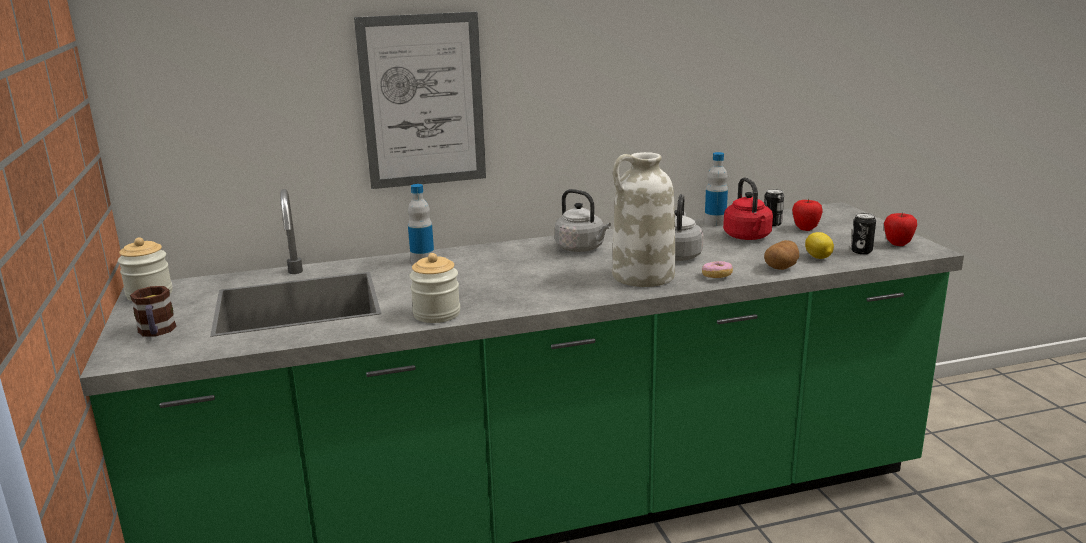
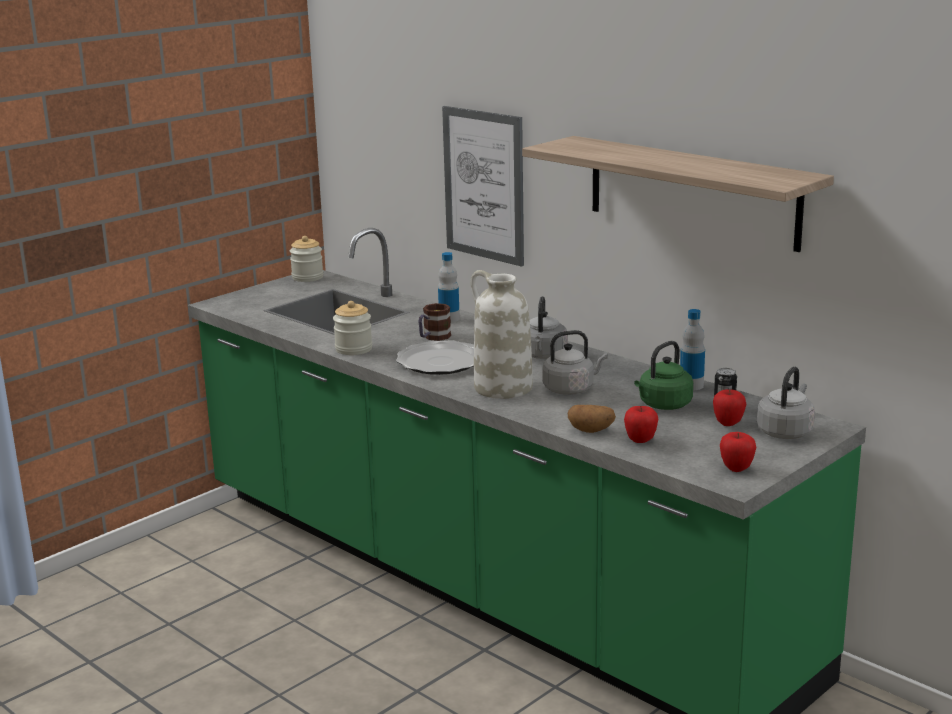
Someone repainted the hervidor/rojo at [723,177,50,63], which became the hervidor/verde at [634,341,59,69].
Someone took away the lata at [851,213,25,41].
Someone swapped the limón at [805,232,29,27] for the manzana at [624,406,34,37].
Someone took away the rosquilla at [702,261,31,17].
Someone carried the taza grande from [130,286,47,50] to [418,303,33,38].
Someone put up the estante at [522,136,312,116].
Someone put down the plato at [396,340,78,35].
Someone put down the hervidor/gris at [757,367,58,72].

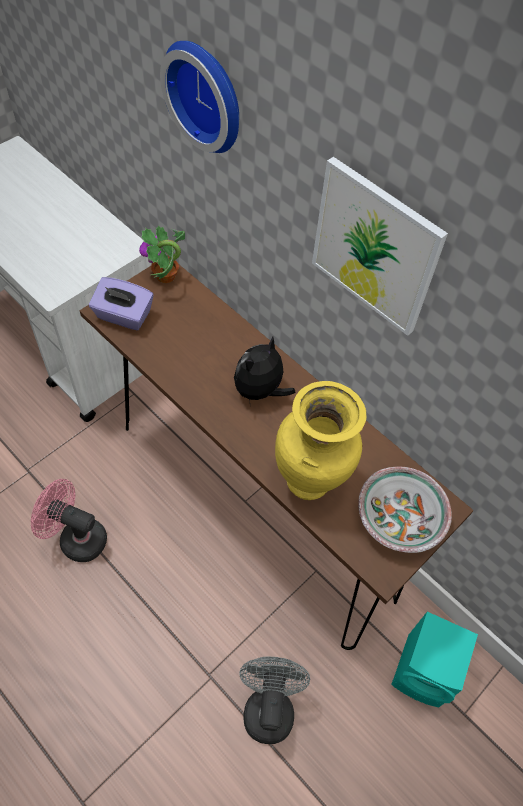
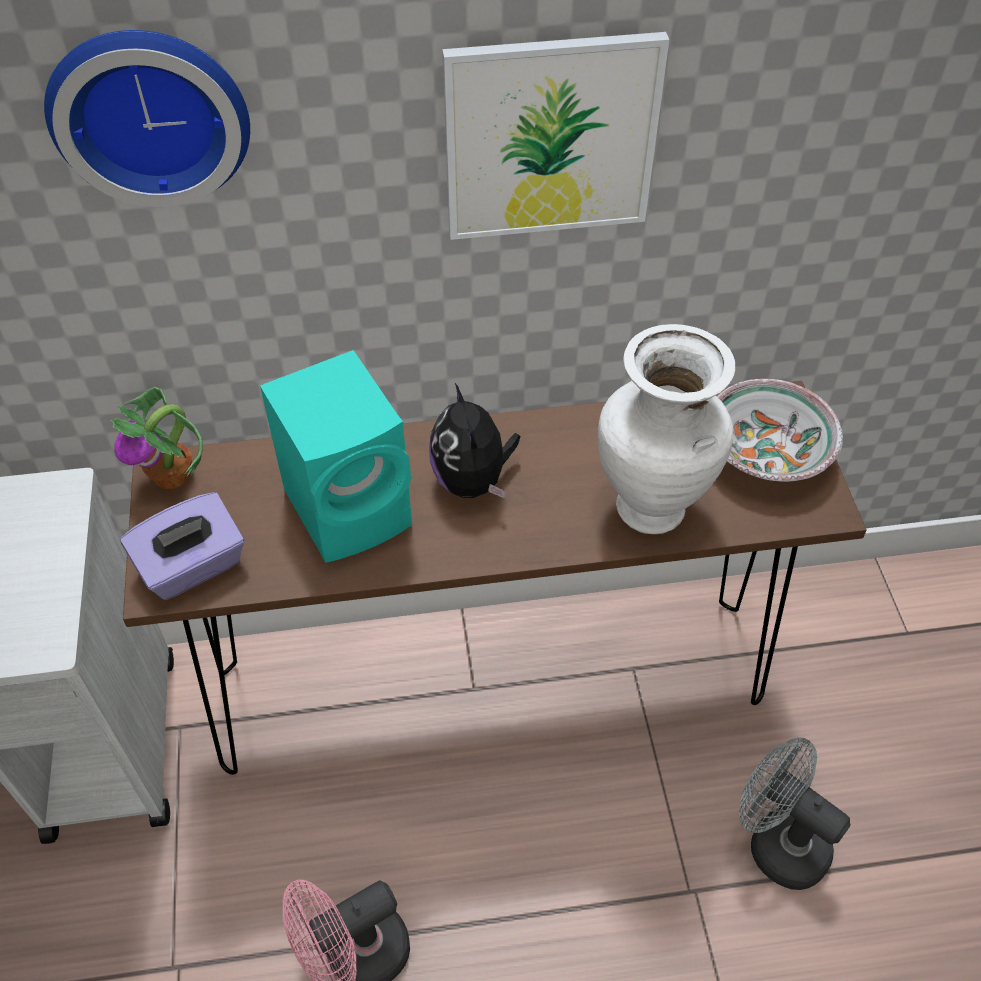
Someone repainted the florero/amarillo at [275,381,91,119], which became the florero/blanco at [598,324,137,210].
Someone carried the altavoz/turquesa from [391,612,87,95] to [260,350,152,213].

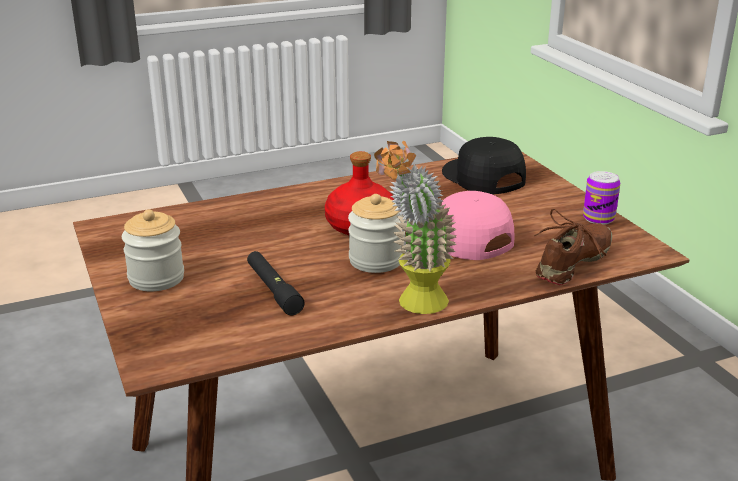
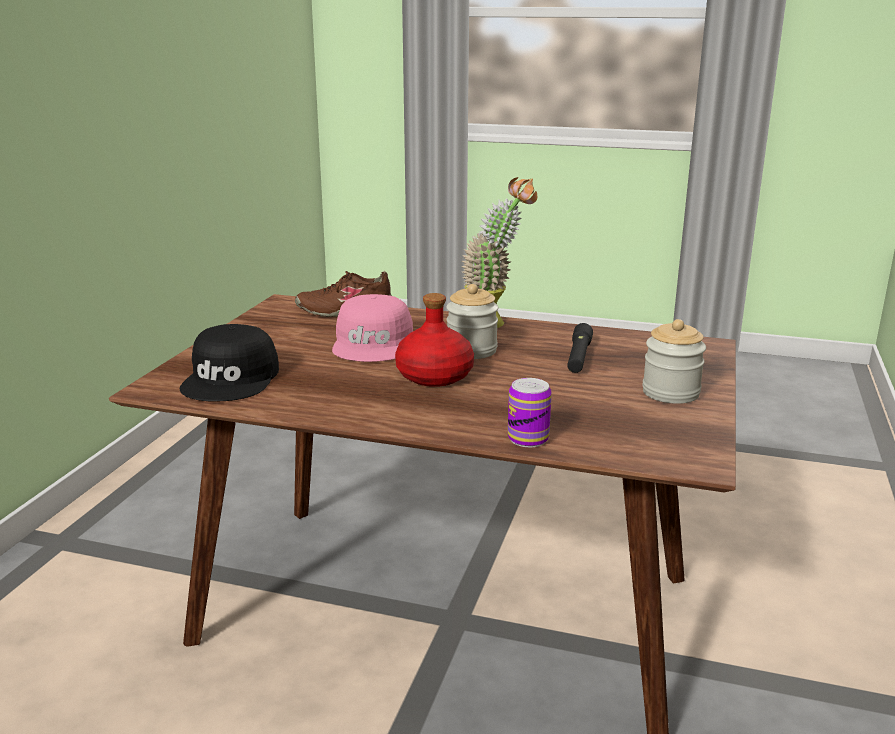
Someone carried the lata from [583,171,37,53] to [508,378,44,69].

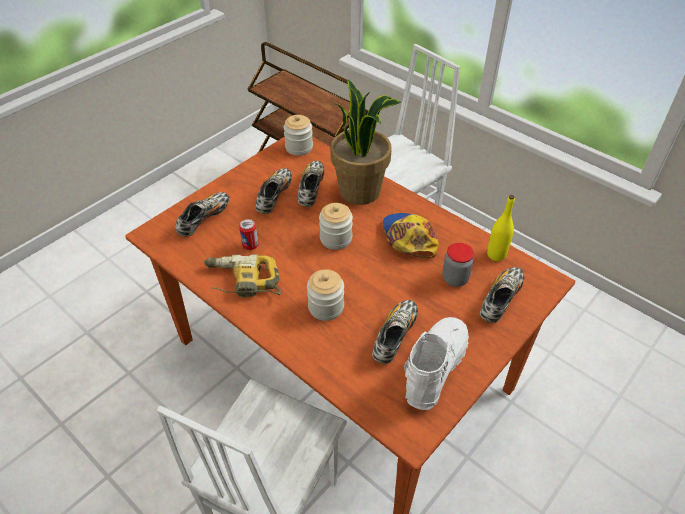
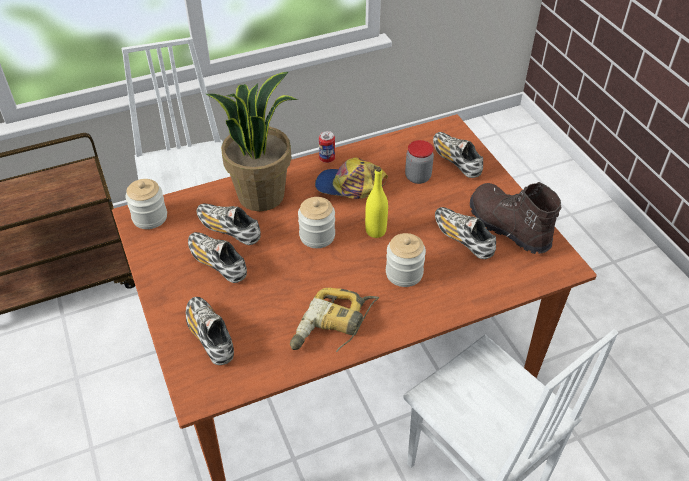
Someone carried the botella/amarillo from [487,195,28,66] to [365,167,23,71].
Someone carried the lata from [239,219,19,31] to [319,131,16,32].
Someone repainted the bota/blanco at [404,317,65,93], which became the bota/marrón at [470,182,92,72].

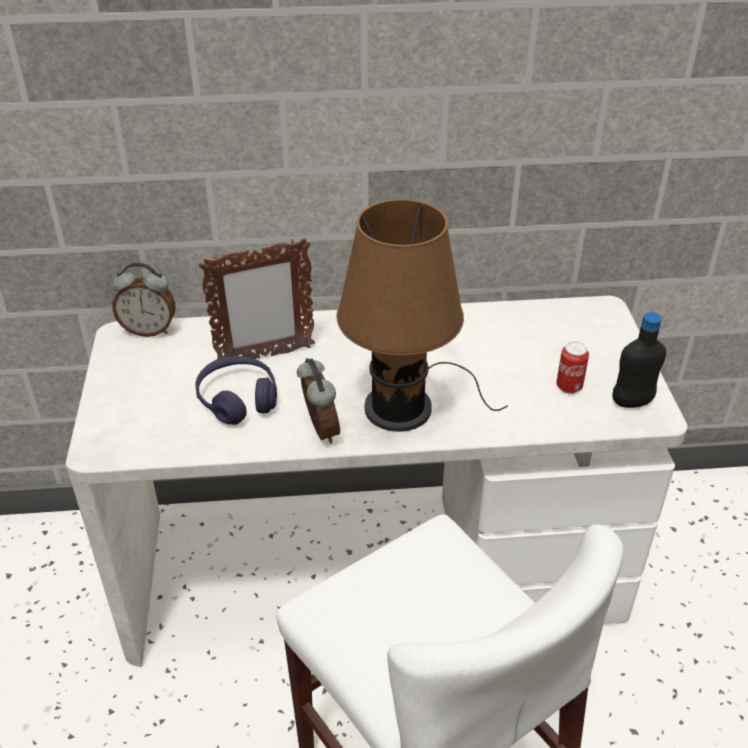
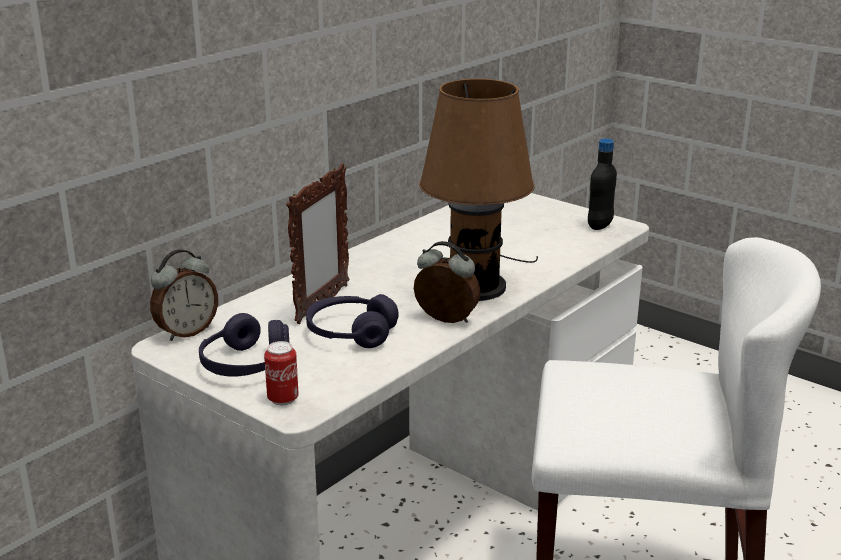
Someone carried the lata from [556,341,33,53] to [264,341,35,64].
Someone put down the auriculares/morado at [199,313,90,63].

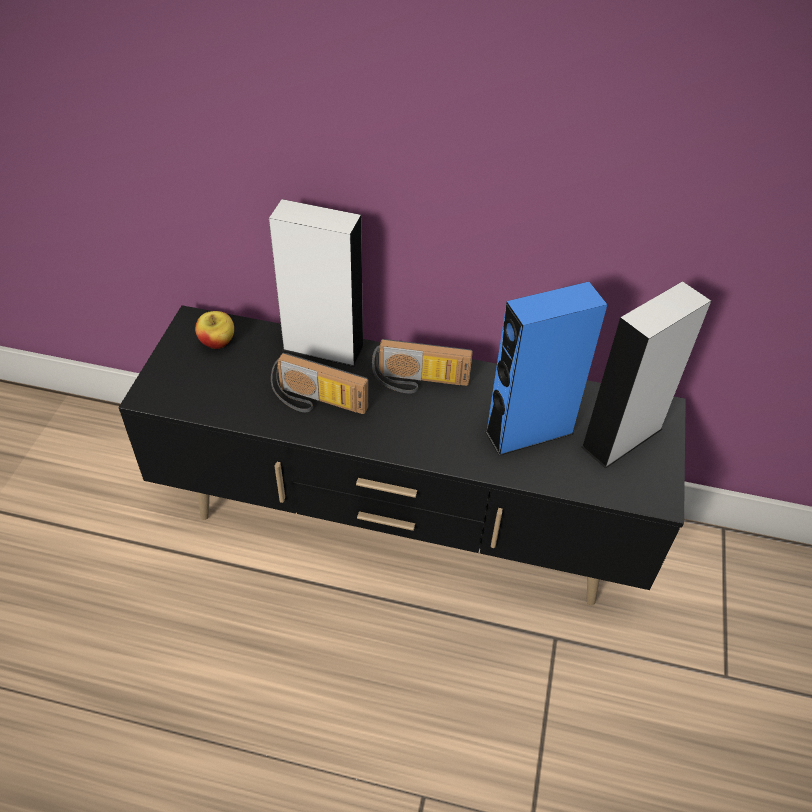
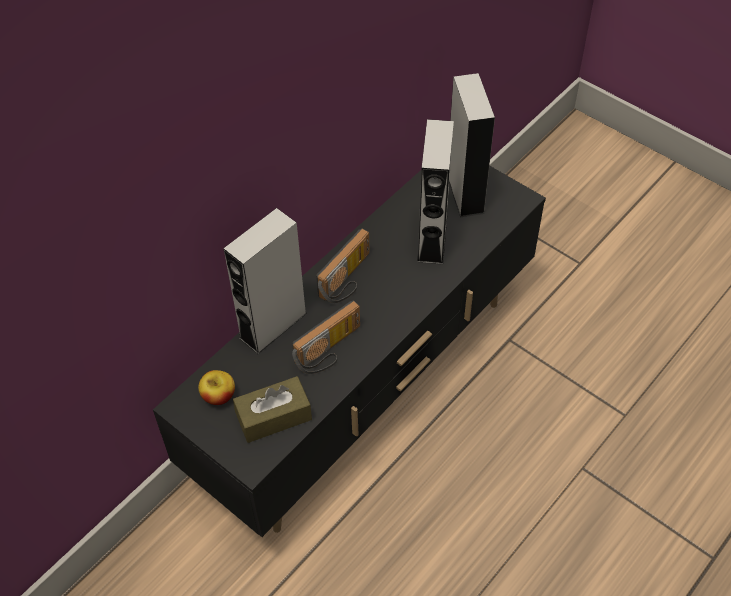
Someone repainted the altavoz/azul at [485,282,123,174], which became the altavoz/gris at [417,119,37,146].
Someone put down the caja de pañuelos/marrón at [233,376,79,67].

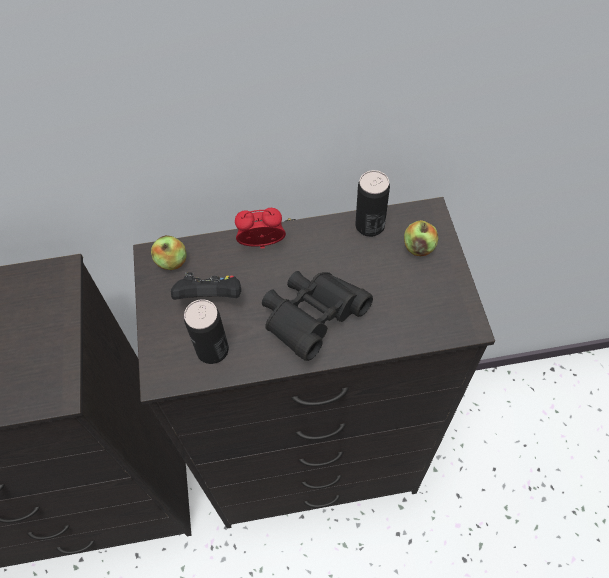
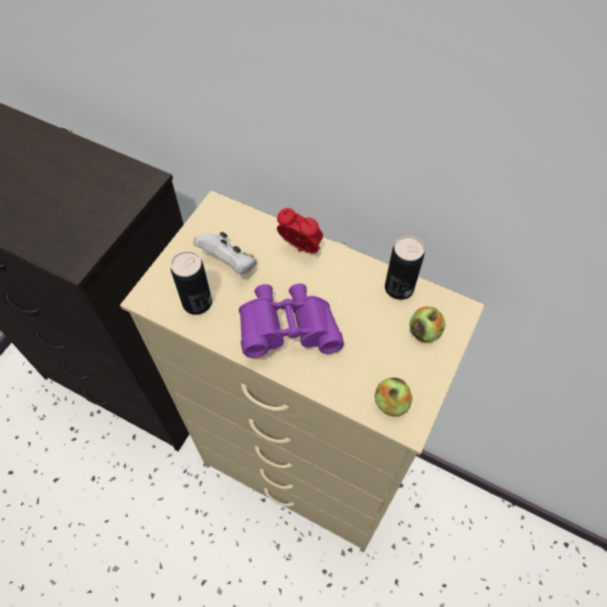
Someone repainted the cómoda/negro at [133,197,362,332], which became the cómoda/beis at [120,191,365,362].
Someone carried the manzana from [151,235,36,35] to [375,378,37,39].
Someone repainted the prismáticos/negro at [262,271,111,90], which became the prismáticos/morado at [239,284,105,74].
Someone repainted the mando de consola/negro at [171,272,70,28], which became the mando de consola/blanco at [194,232,63,42].

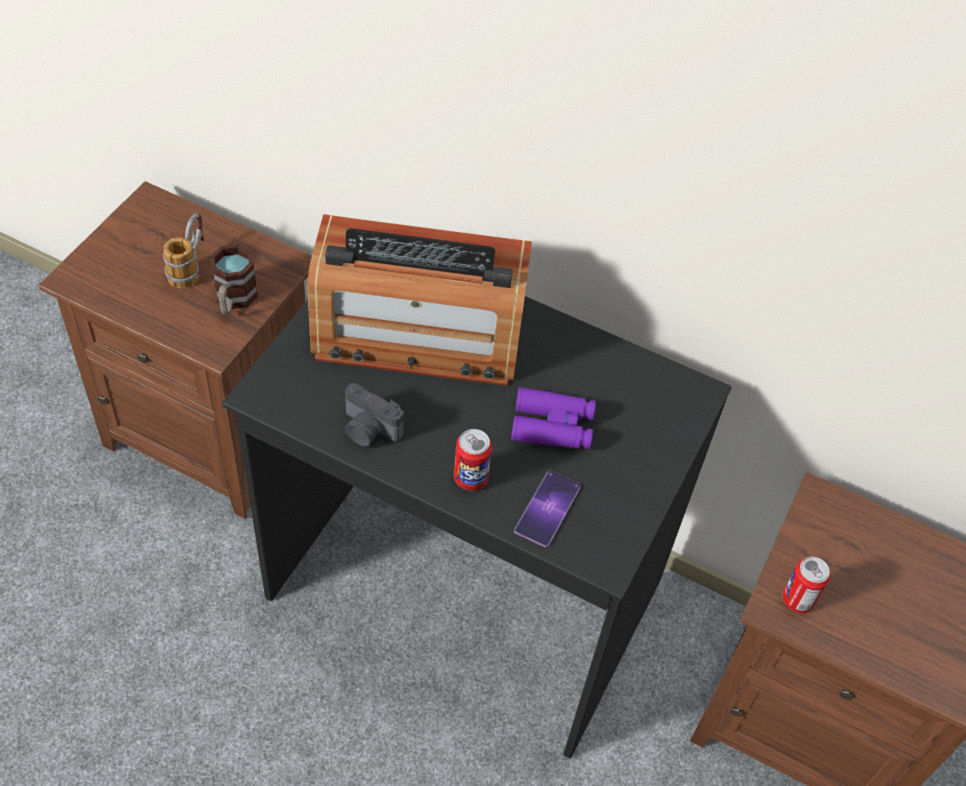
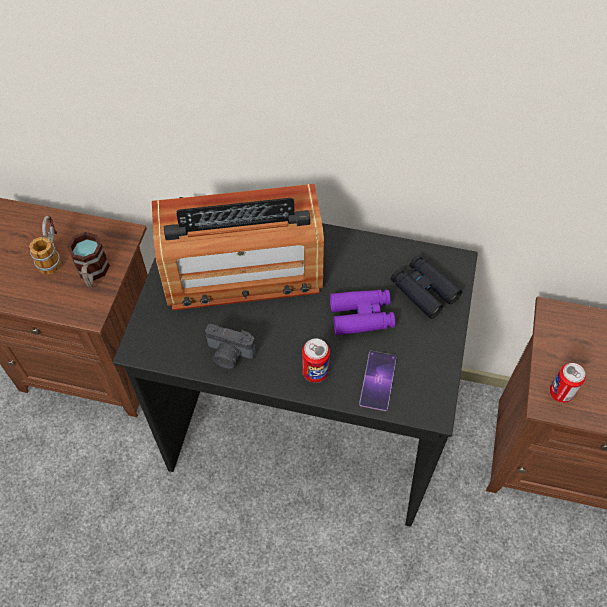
Someone put down the prismáticos/negro at [391,255,71,64].

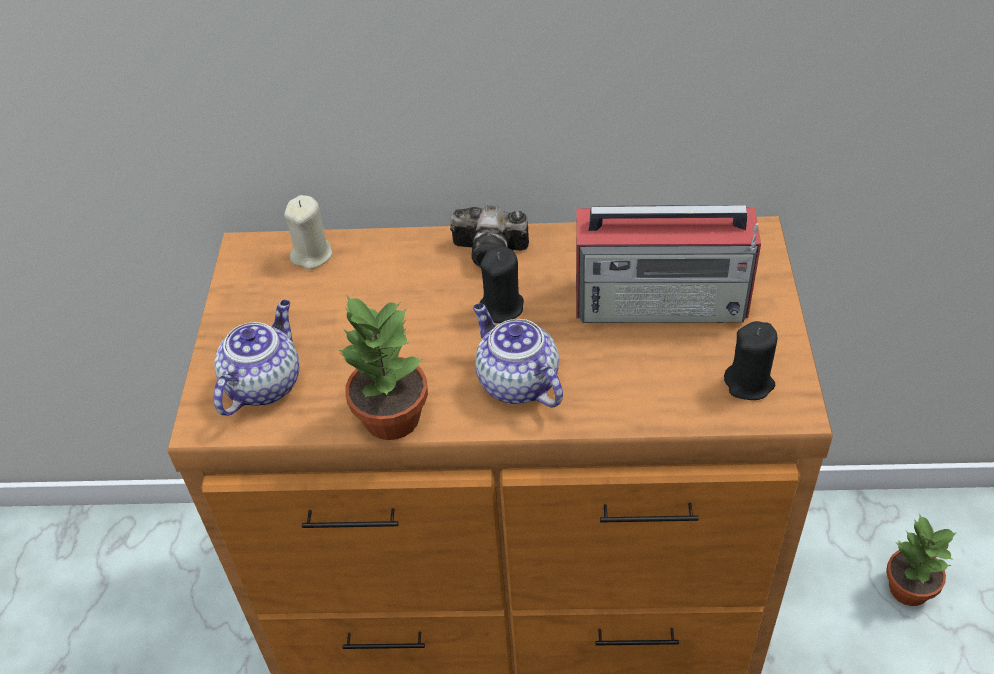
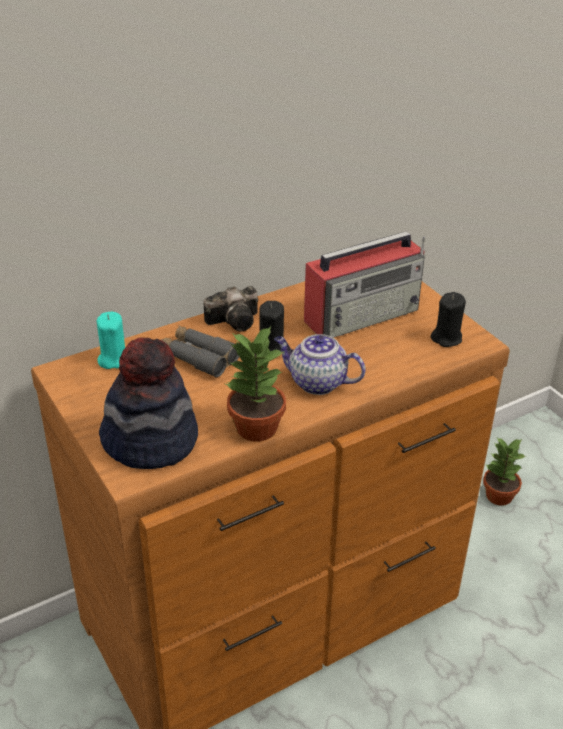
Someone repainted the vela/beis at [284,195,48,74], which became the vela/turquesa at [96,312,29,57].
Someone swapped the tetera at [214,300,85,116] for the sombrero at [99,338,99,131].
Someone put down the prismáticos/gris at [161,325,78,53].

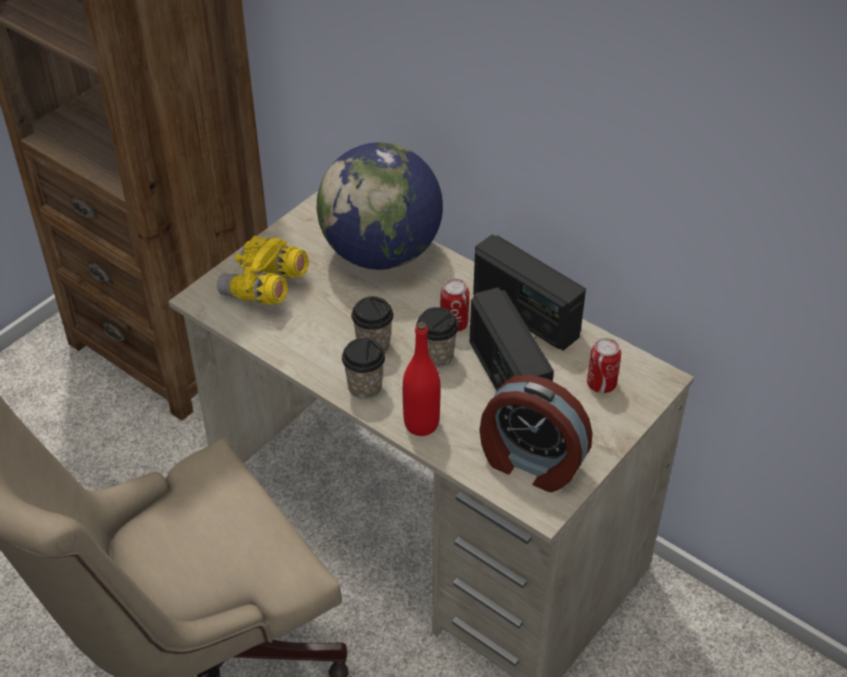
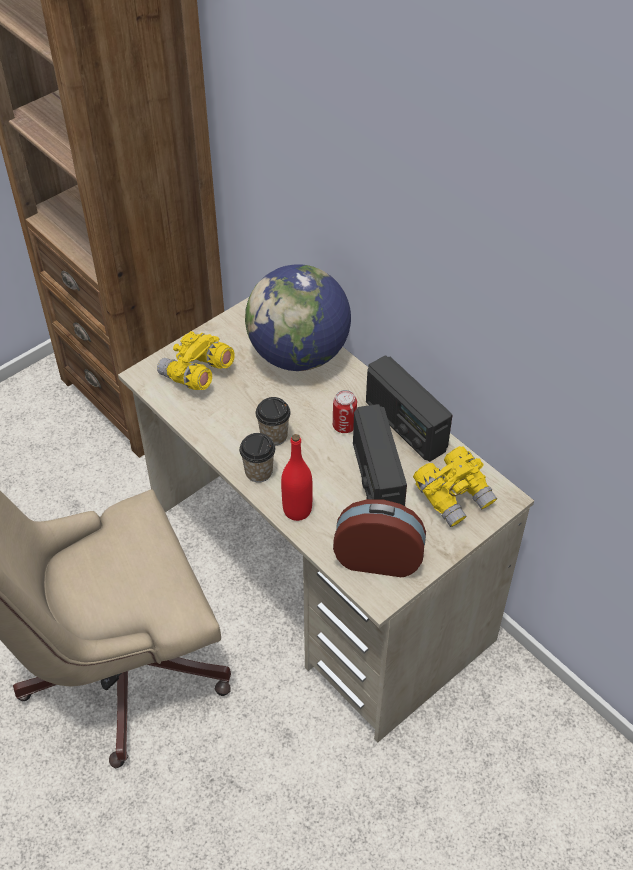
Someone took away the taza at [416,307,43,61].
Someone swapped the lata at [587,338,34,55] for the prismáticos/amarillo at [413,446,84,81].
Someone rotated the despertador at [479,374,114,118] by 150 degrees clockwise.

